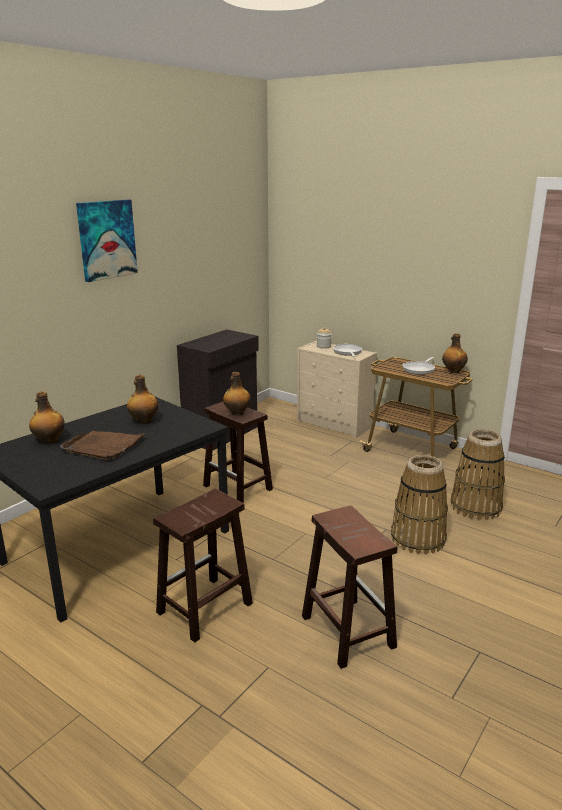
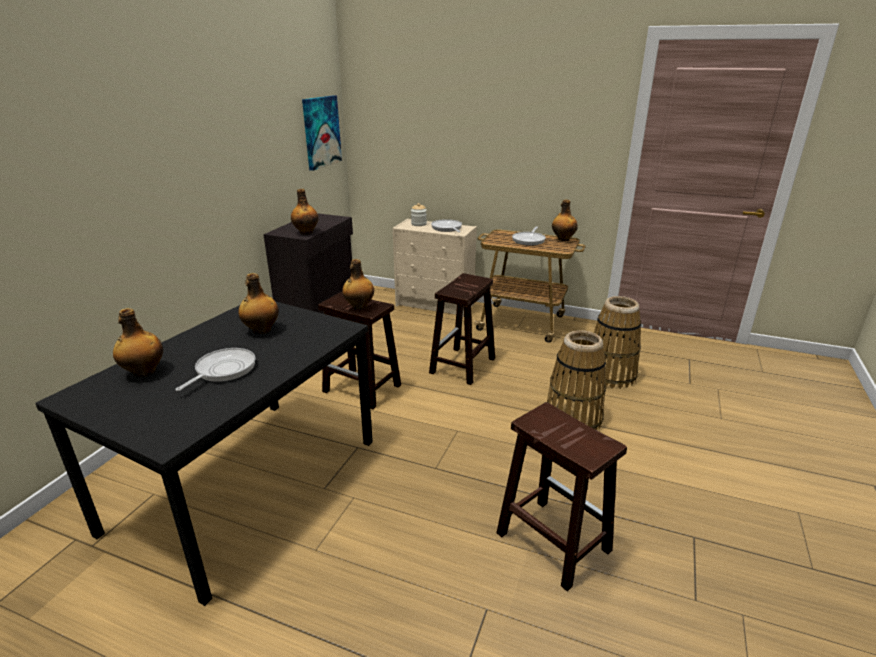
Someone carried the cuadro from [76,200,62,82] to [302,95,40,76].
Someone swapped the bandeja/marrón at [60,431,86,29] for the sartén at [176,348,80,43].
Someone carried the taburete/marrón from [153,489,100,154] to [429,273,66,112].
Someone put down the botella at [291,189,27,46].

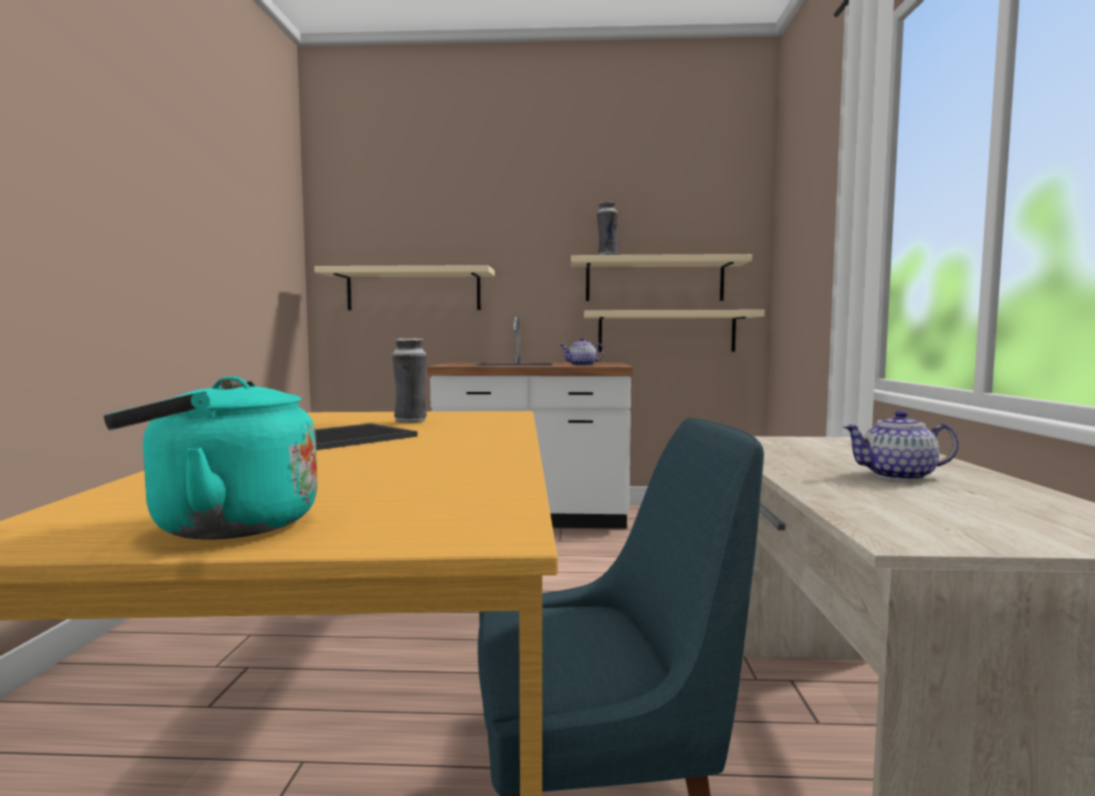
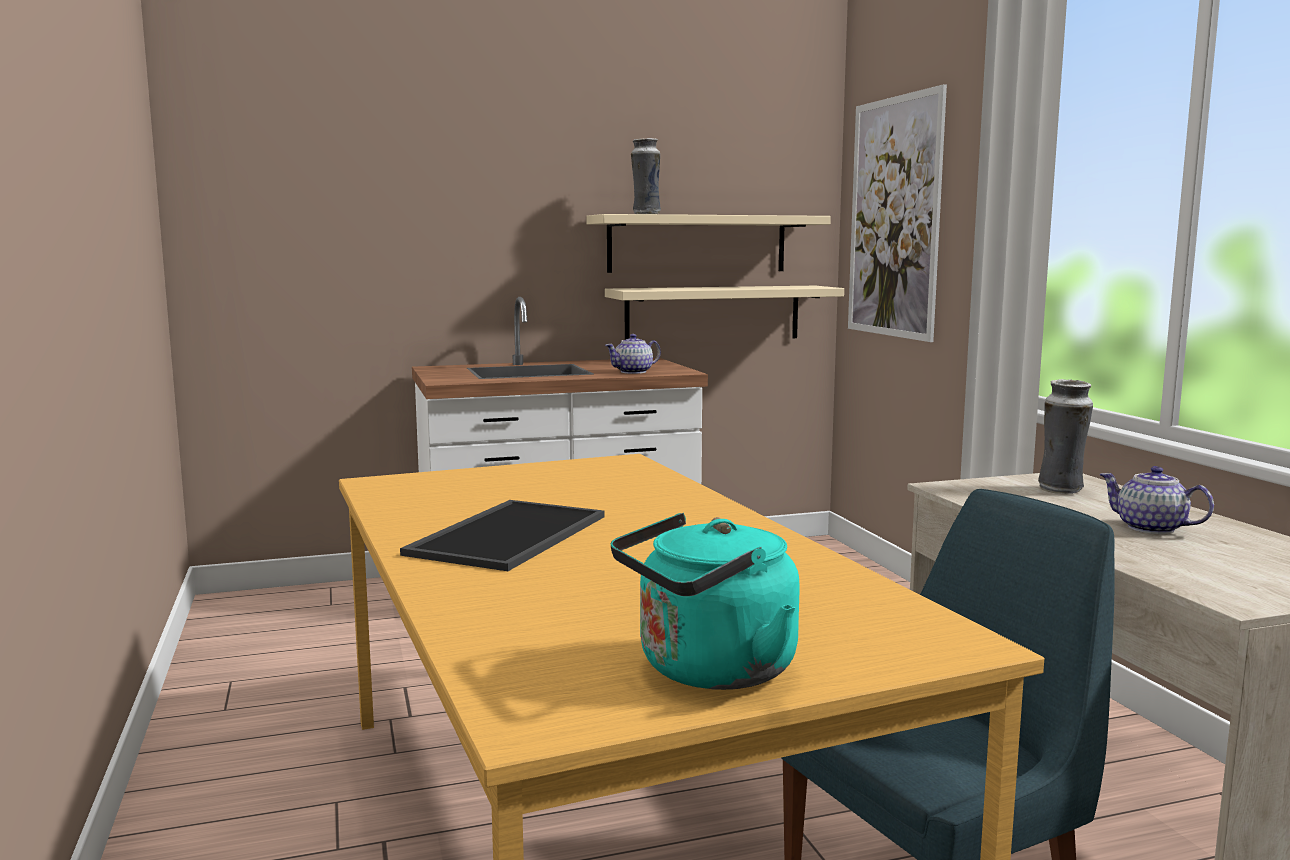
Someone took away the estante/beis at [314,265,181,45].
Someone carried the florero from [392,338,35,85] to [1038,379,55,115].
Someone rotated the tetera at [843,410,116,71] by 60 degrees clockwise.
Someone put up the cuadro at [848,84,99,258].

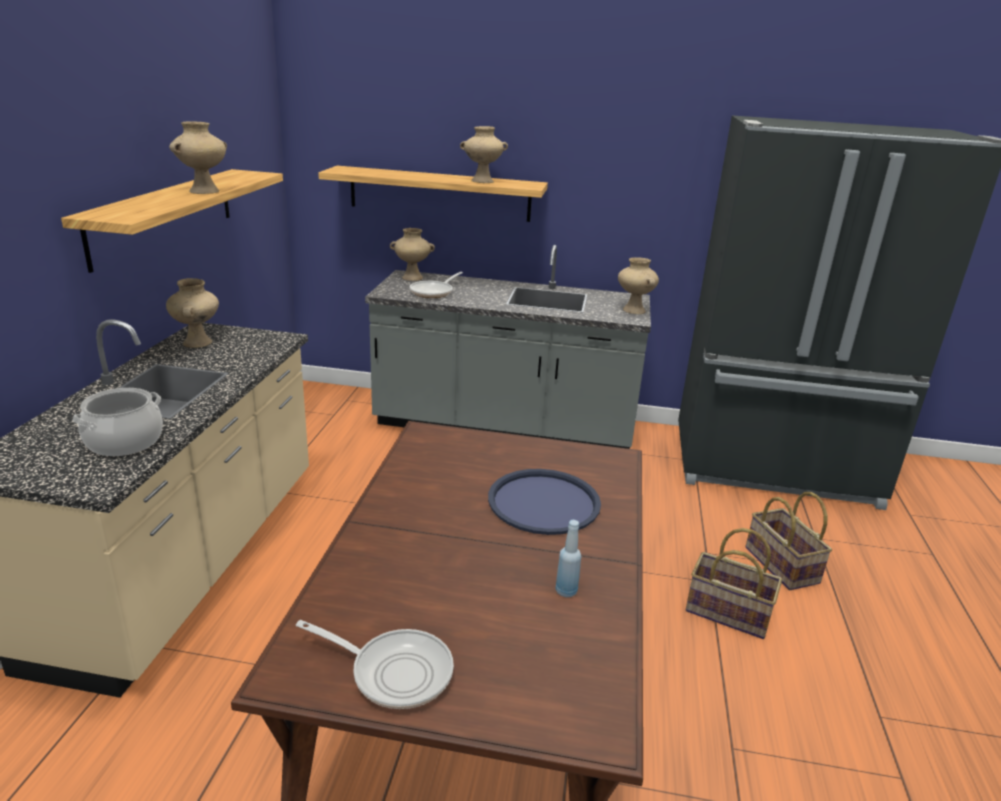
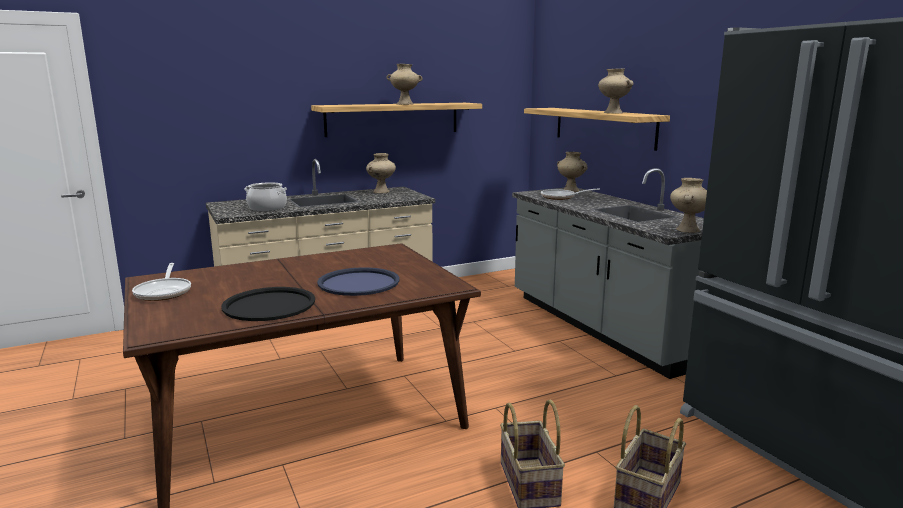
Someone swapped the botella/azul at [555,520,26,77] for the bandeja/negro at [221,287,94,34].

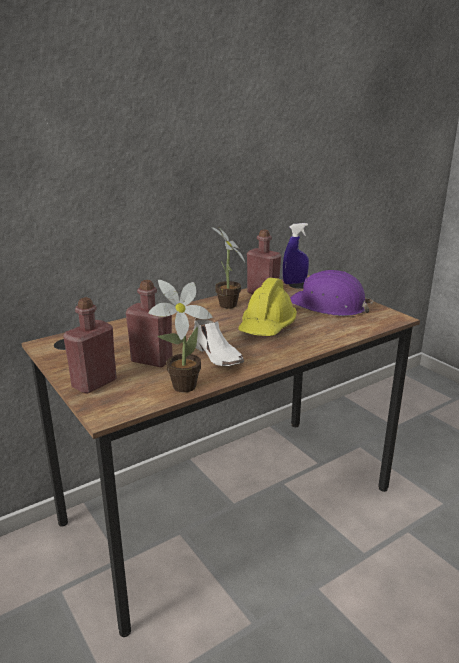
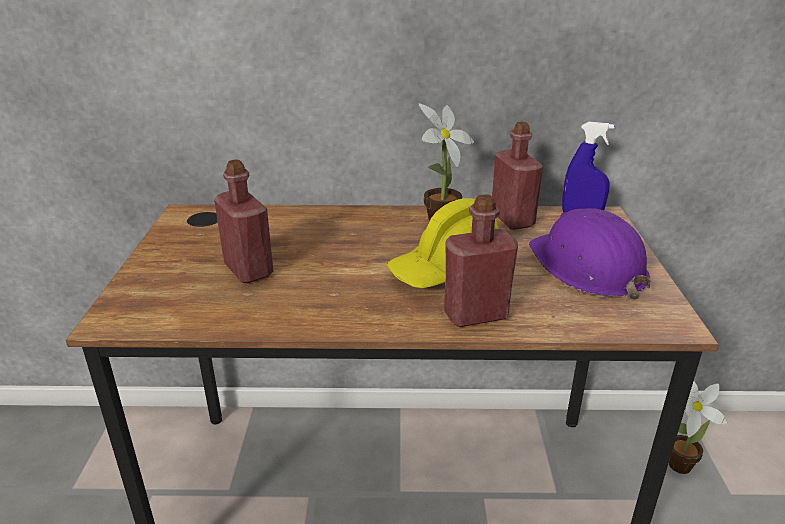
Someone carried the planta en maceta from [148,280,64,112] to [669,381,58,93].
Someone carried the botella/rojo from [63,297,54,97] to [444,194,74,133].
Someone took away the zapato/blanco at [193,317,51,49].

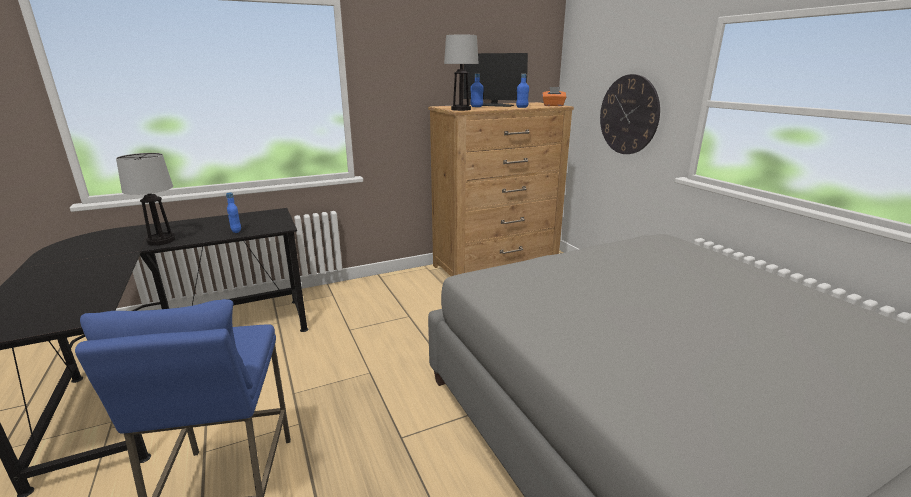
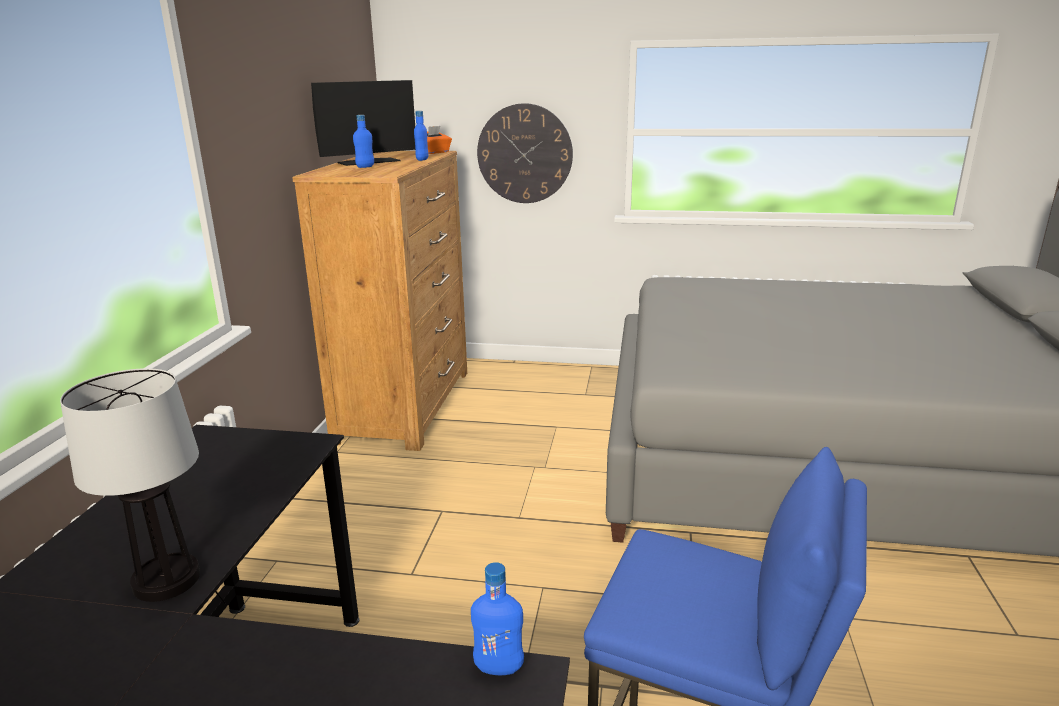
Someone took away the lámpara de mesa at [444,34,35,77].
Someone carried the botella/azul from [226,192,15,41] to [471,562,53,113].

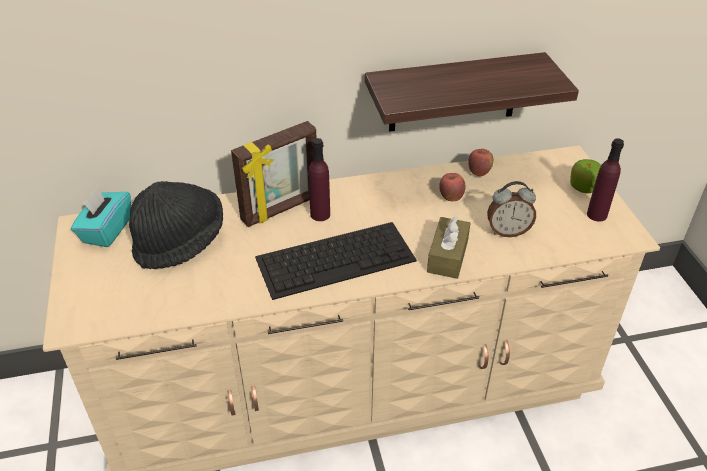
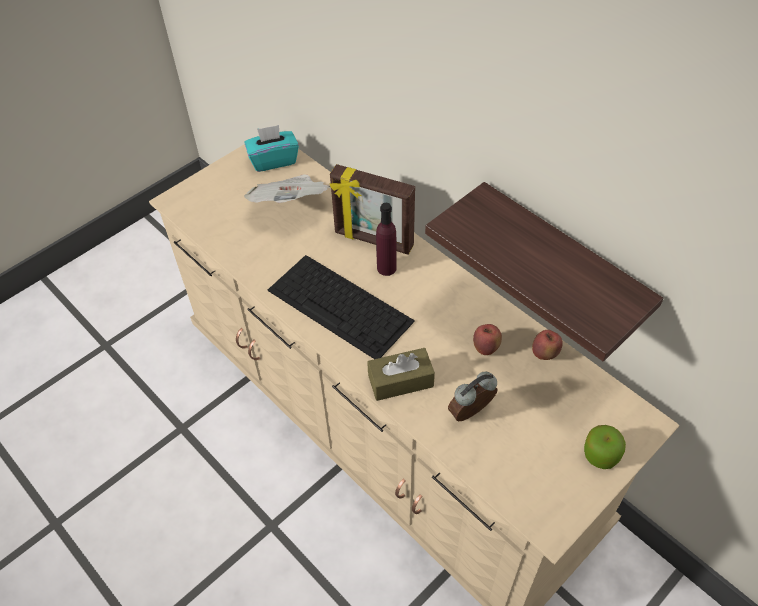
Someone took away the botella/morado at [587,138,37,84].
Someone swapped the sombrero/negro at [129,181,94,89] for the periódico at [244,174,86,29].
Someone rotated the despertador at [487,181,49,56] by 90 degrees clockwise.

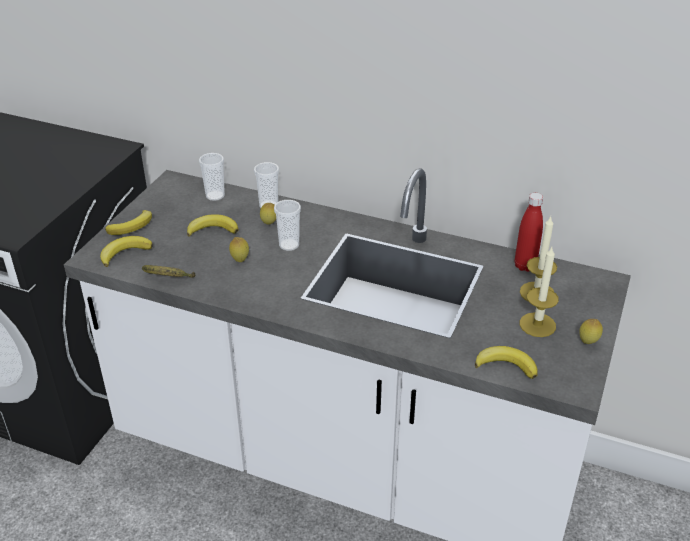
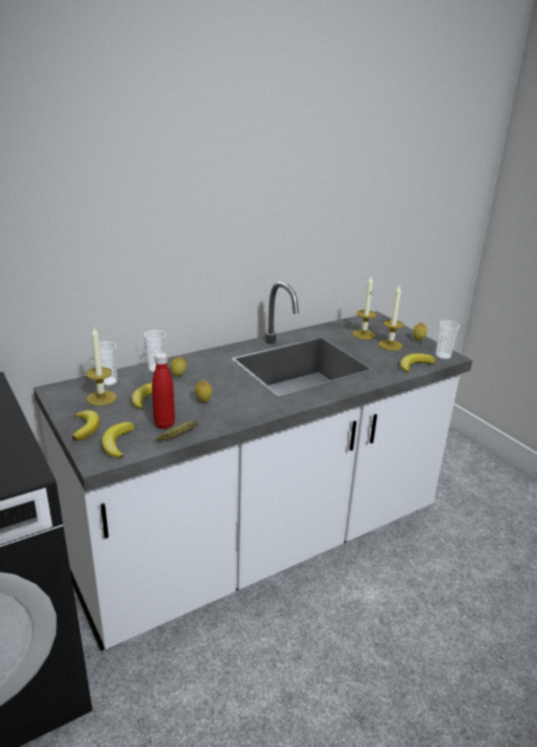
Someone carried the botella/rojo from [515,193,28,79] to [152,353,23,76].
Someone carried the taza from [274,200,27,51] to [436,320,24,39].
Someone put down the vela at [86,327,31,79].

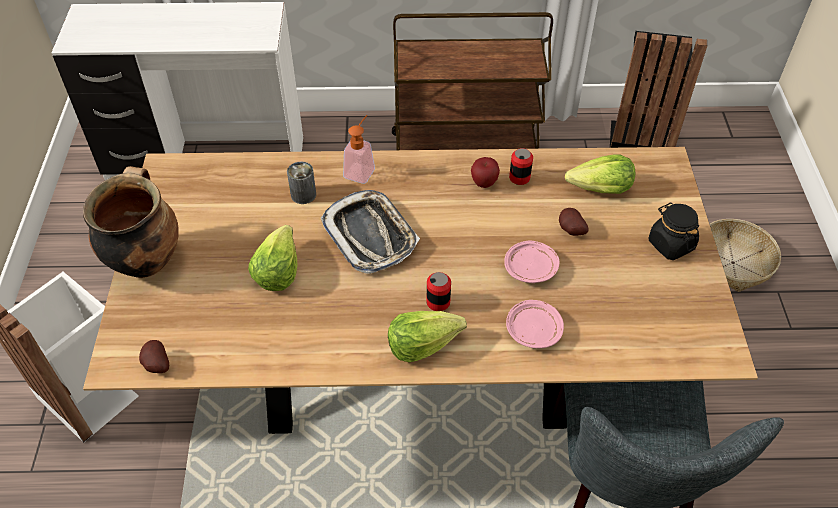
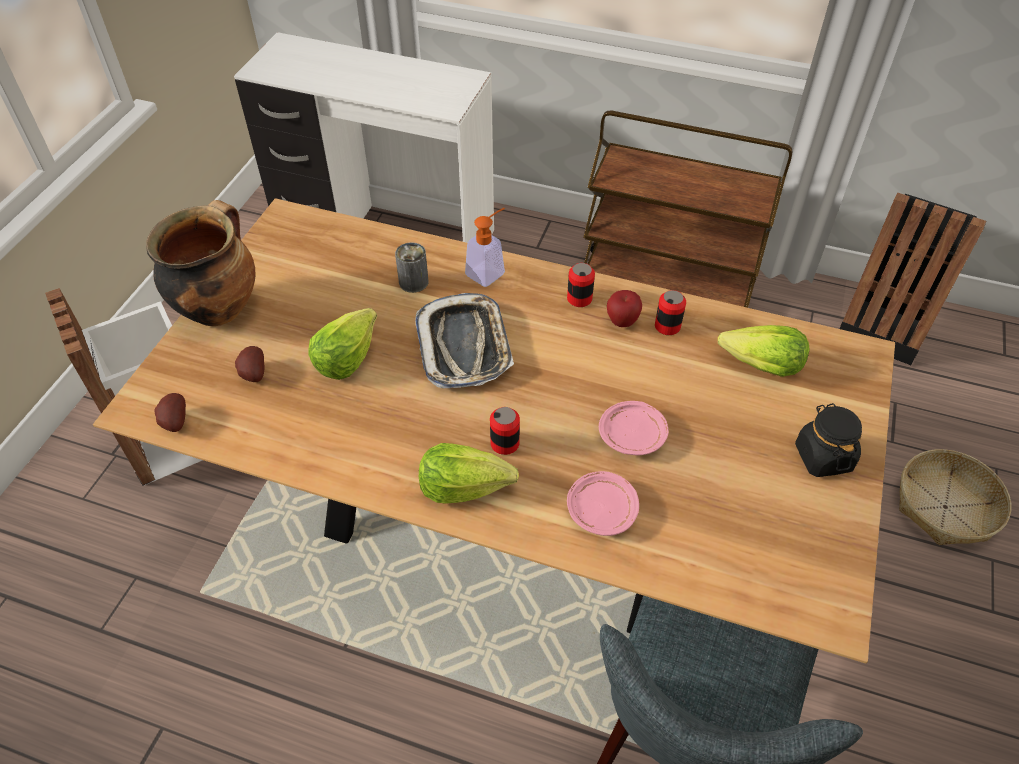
Someone carried the patata from [559,208,30,28] to [235,346,29,36].
Someone put down the lata at [567,263,28,44].

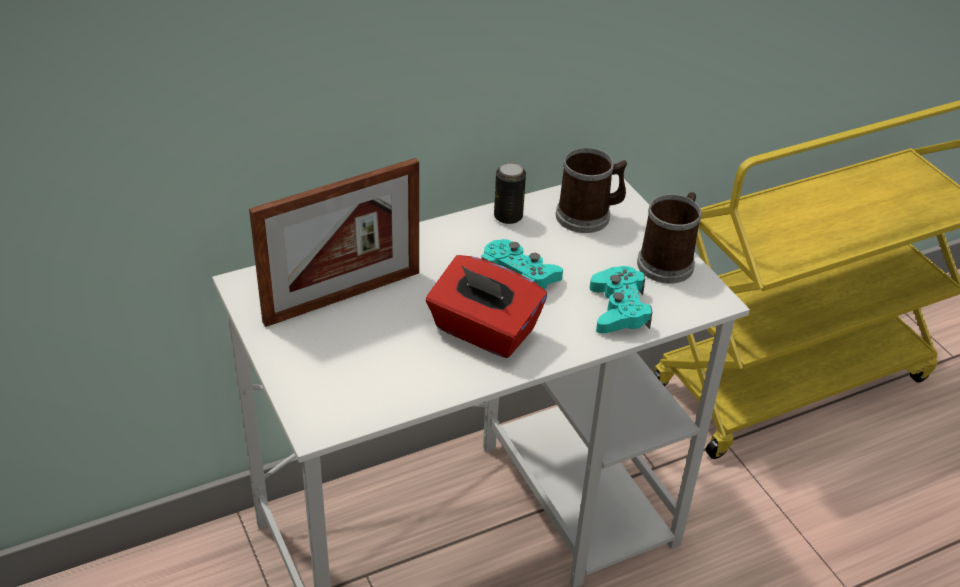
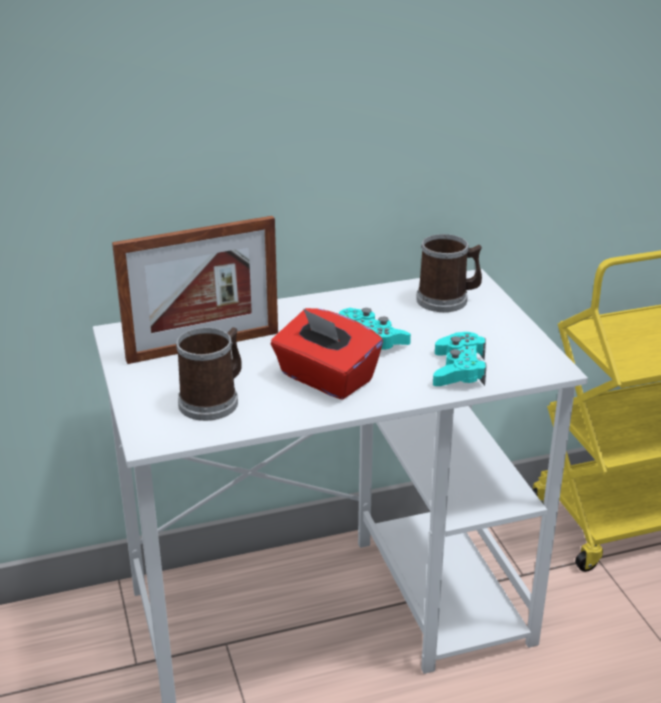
Someone took away the lata at [494,162,32,62].
Someone carried the taza grande from [637,192,64,92] to [176,327,66,94].

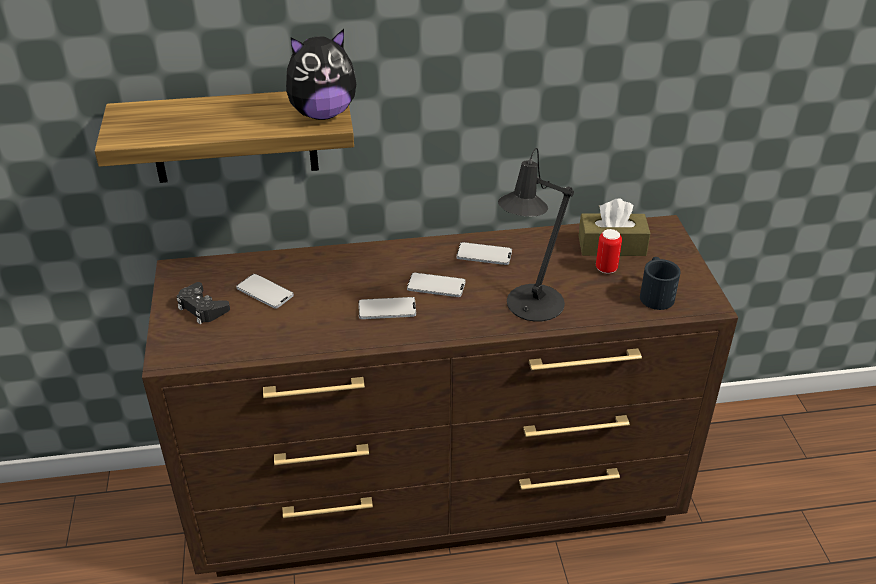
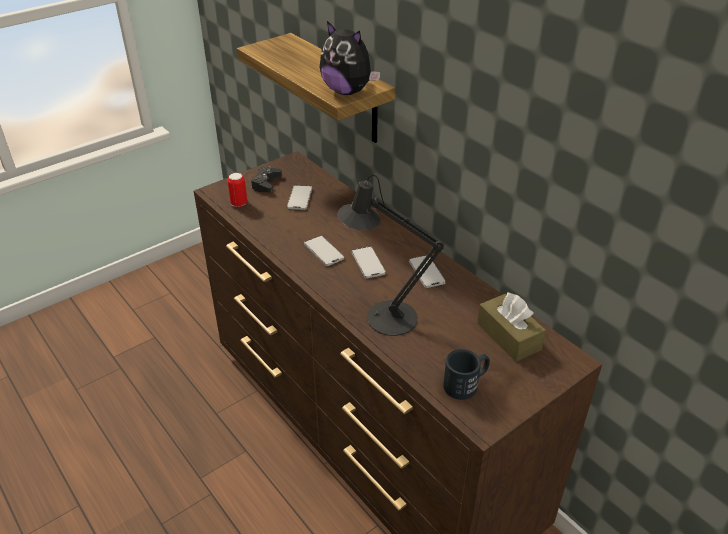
Someone carried the lata from [596,229,26,45] to [227,173,20,34].

